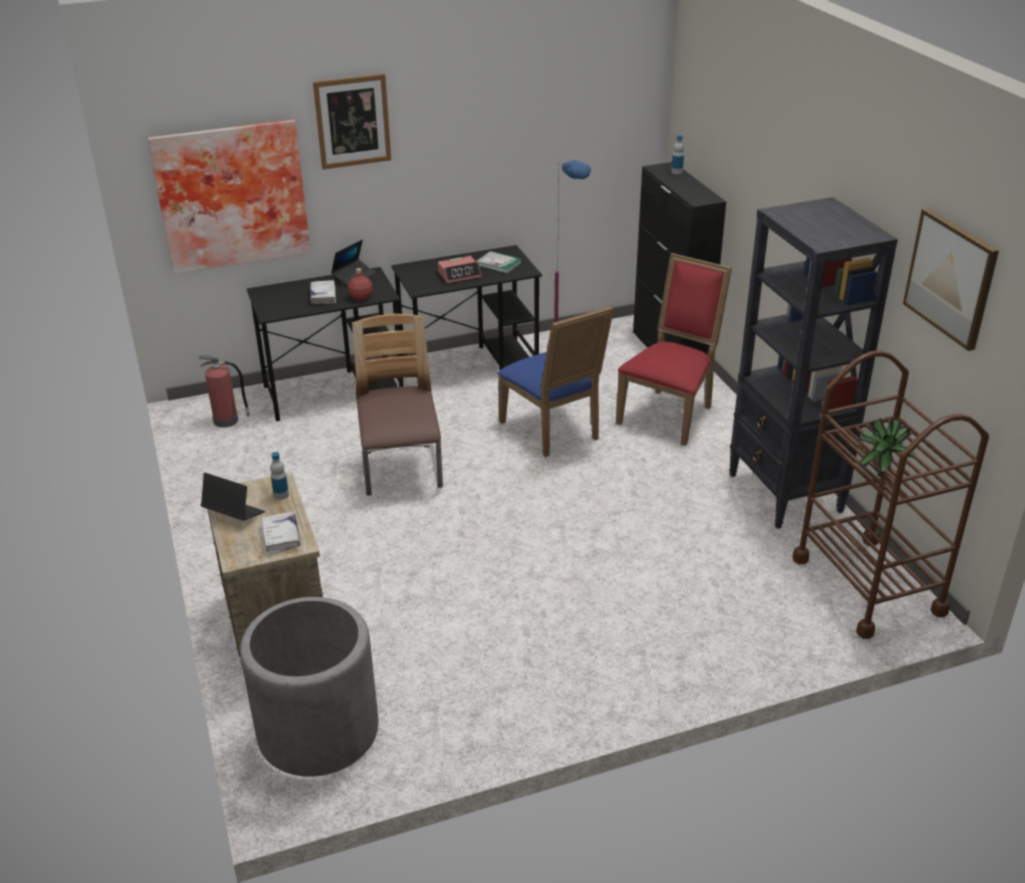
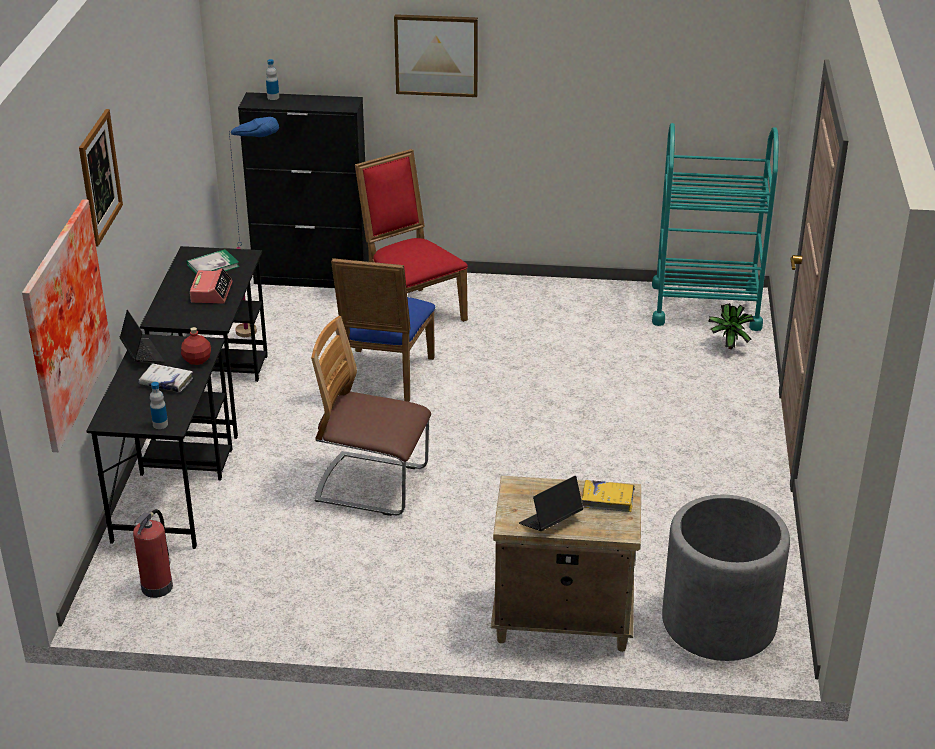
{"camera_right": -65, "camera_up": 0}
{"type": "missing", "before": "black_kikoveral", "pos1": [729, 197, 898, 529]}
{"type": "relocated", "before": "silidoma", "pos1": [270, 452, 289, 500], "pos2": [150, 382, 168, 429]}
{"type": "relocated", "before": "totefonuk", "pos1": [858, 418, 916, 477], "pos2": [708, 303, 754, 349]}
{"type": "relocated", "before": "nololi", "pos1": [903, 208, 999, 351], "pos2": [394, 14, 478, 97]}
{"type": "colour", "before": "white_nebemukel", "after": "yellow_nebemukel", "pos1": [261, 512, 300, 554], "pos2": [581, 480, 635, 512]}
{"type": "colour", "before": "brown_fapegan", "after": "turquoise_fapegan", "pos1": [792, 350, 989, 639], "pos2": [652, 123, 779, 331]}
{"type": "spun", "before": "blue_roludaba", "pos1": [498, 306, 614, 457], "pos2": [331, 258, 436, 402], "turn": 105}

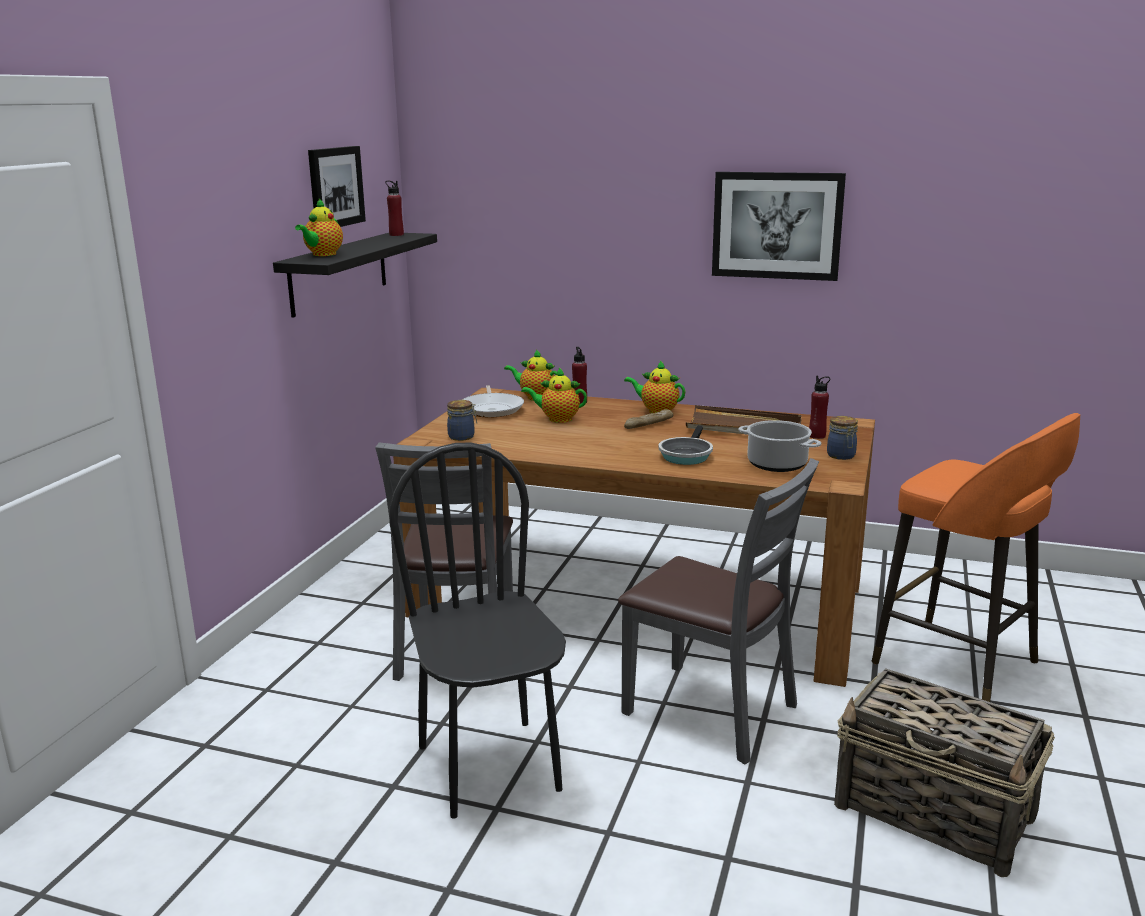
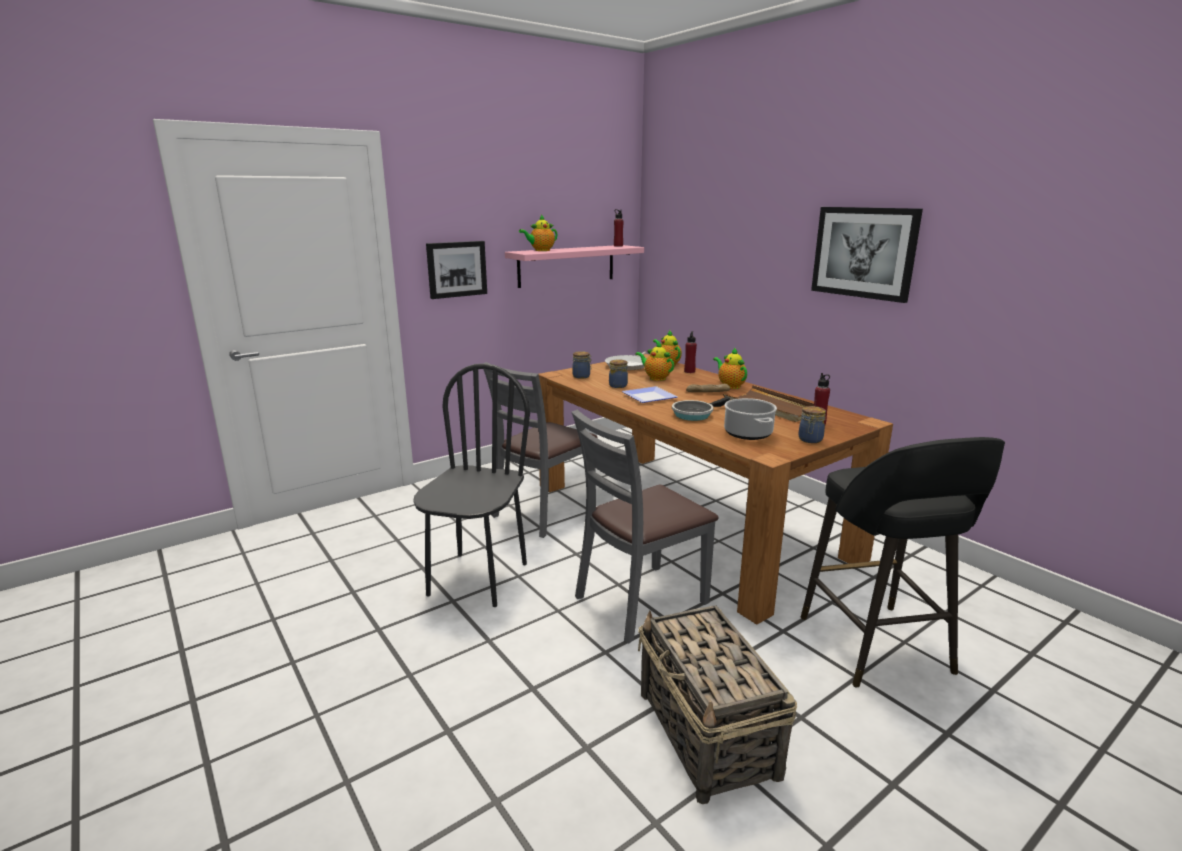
{"camera_right": 35, "camera_up": 0}
{"type": "appeared", "after": "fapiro", "pos2": [609, 359, 628, 388]}
{"type": "appeared", "after": "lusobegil", "pos2": [622, 386, 677, 403]}
{"type": "relocated", "before": "nololi", "pos1": [308, 146, 366, 227], "pos2": [426, 241, 487, 299]}
{"type": "colour", "before": "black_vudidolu", "after": "pink_vudidolu", "pos1": [273, 233, 437, 318], "pos2": [505, 245, 644, 288]}
{"type": "colour", "before": "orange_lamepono", "after": "black_lamepono", "pos1": [872, 413, 1080, 702], "pos2": [801, 437, 1005, 688]}
{"type": "spun", "before": "grey_roludaba", "pos1": [618, 458, 819, 764], "pos2": [571, 409, 718, 643], "turn": 75}

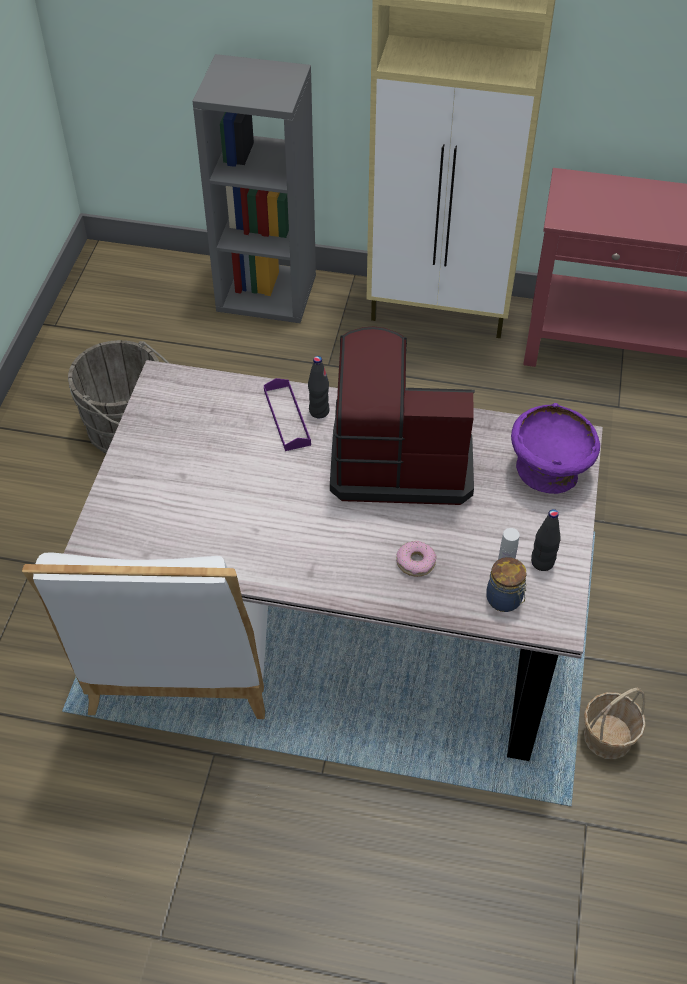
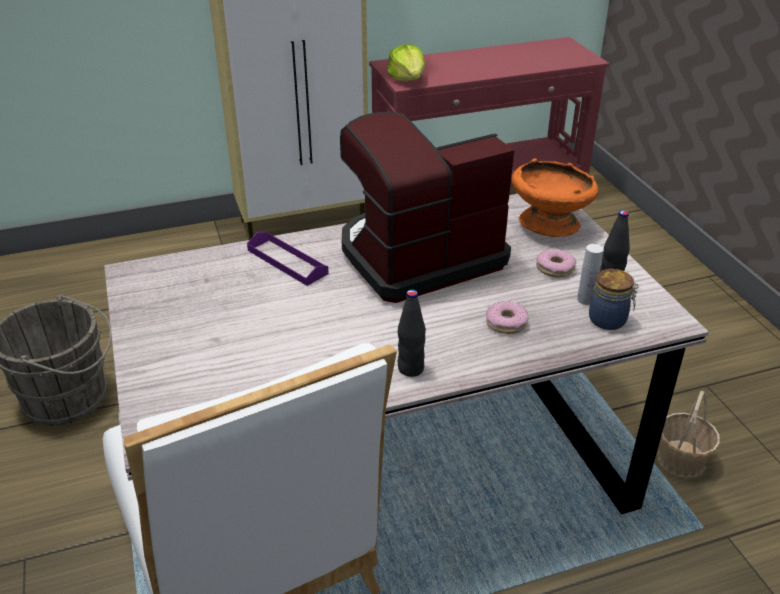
{"camera_right": -30, "camera_up": -15}
{"type": "missing", "before": "grey_kikoveral", "pos1": [193, 54, 316, 323]}
{"type": "appeared", "after": "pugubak", "pos2": [387, 44, 425, 81]}
{"type": "appeared", "after": "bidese", "pos2": [536, 249, 576, 277]}
{"type": "relocated", "before": "black_silidoma", "pos1": [308, 356, 330, 418], "pos2": [398, 290, 426, 377]}
{"type": "colour", "before": "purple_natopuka", "after": "orange_natopuka", "pos1": [511, 403, 600, 494], "pos2": [512, 158, 598, 237]}

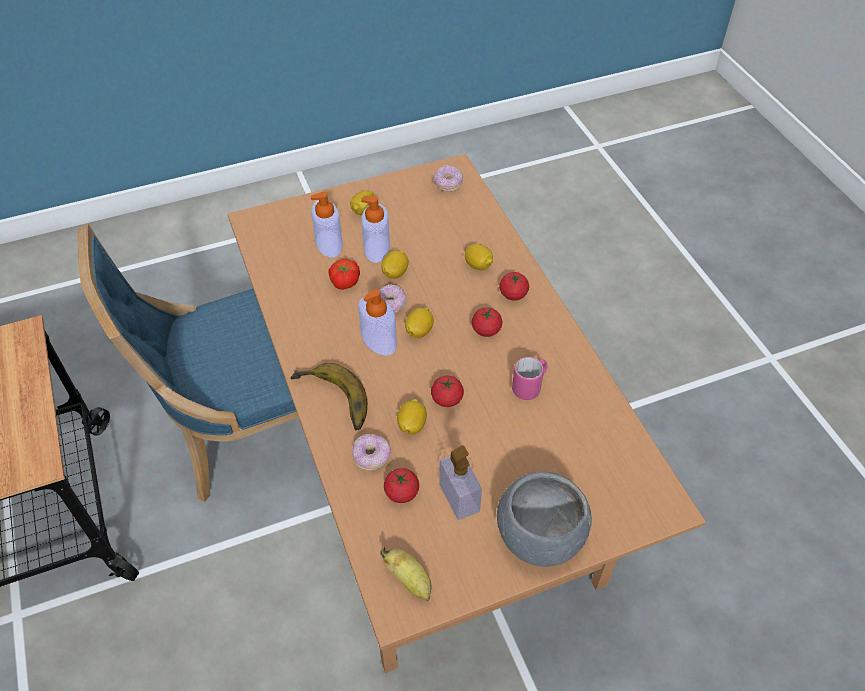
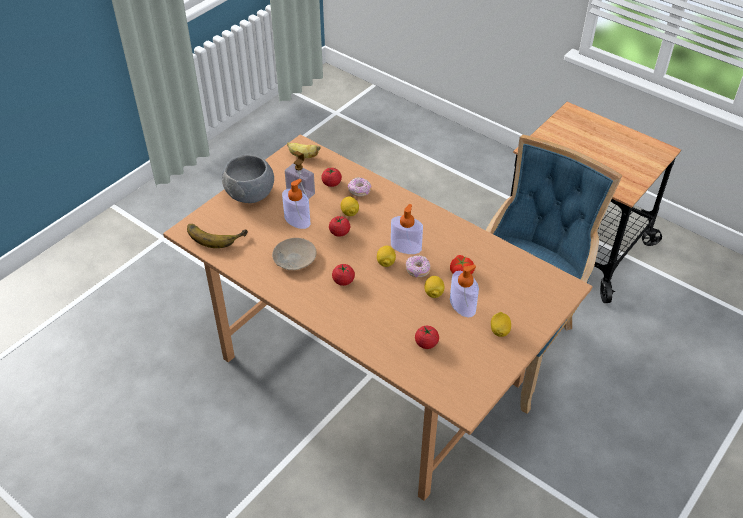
{"camera_right": 150, "camera_up": -5}
{"type": "missing", "before": "bidese", "pos1": [434, 165, 463, 192]}
{"type": "missing", "before": "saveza", "pos1": [465, 244, 493, 270]}
{"type": "relocated", "before": "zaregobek", "pos1": [291, 363, 367, 430], "pos2": [187, 224, 248, 248]}
{"type": "relocated", "before": "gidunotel", "pos1": [311, 192, 343, 257], "pos2": [282, 179, 310, 229]}
{"type": "relocated", "before": "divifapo", "pos1": [499, 272, 529, 300], "pos2": [415, 326, 439, 349]}
{"type": "exchanged", "before": "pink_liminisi", "after": "beige_lusobegil", "pos1": [512, 357, 547, 400], "pos2": [272, 238, 317, 270]}

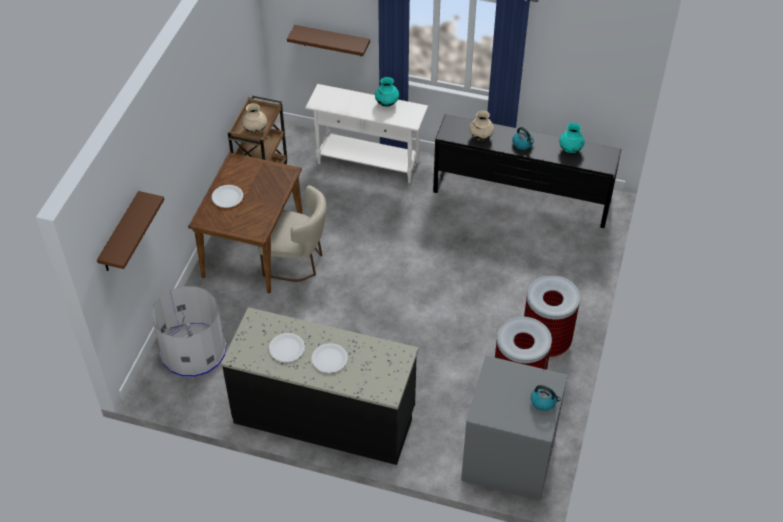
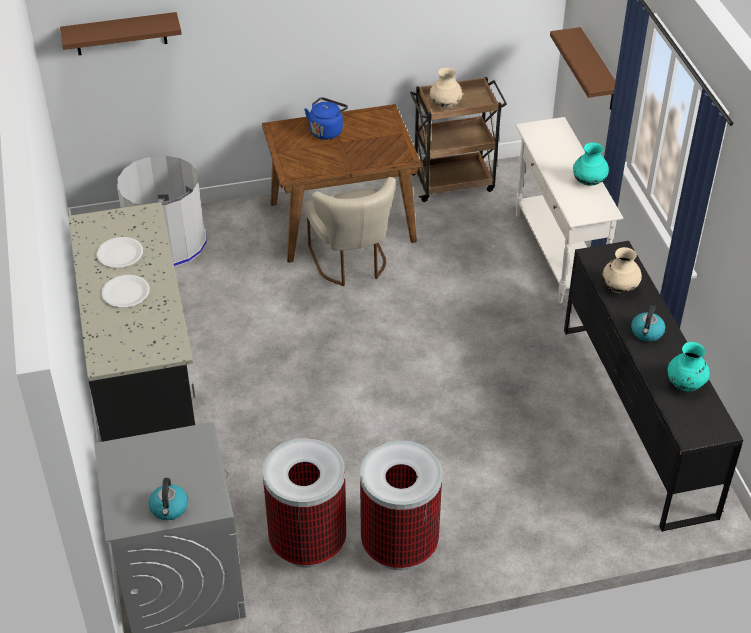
{"camera_right": 60, "camera_up": -5}
{"type": "exchanged", "before": "white_lusobegil", "after": "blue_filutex", "pos1": [212, 185, 243, 208], "pos2": [304, 97, 348, 140]}

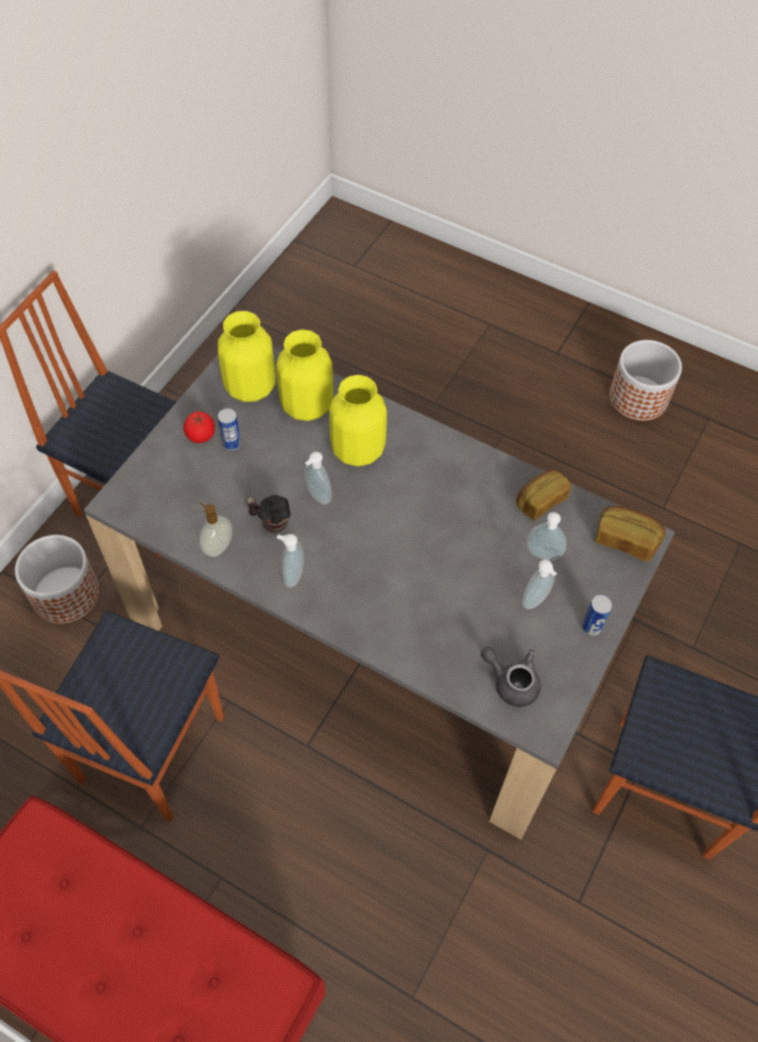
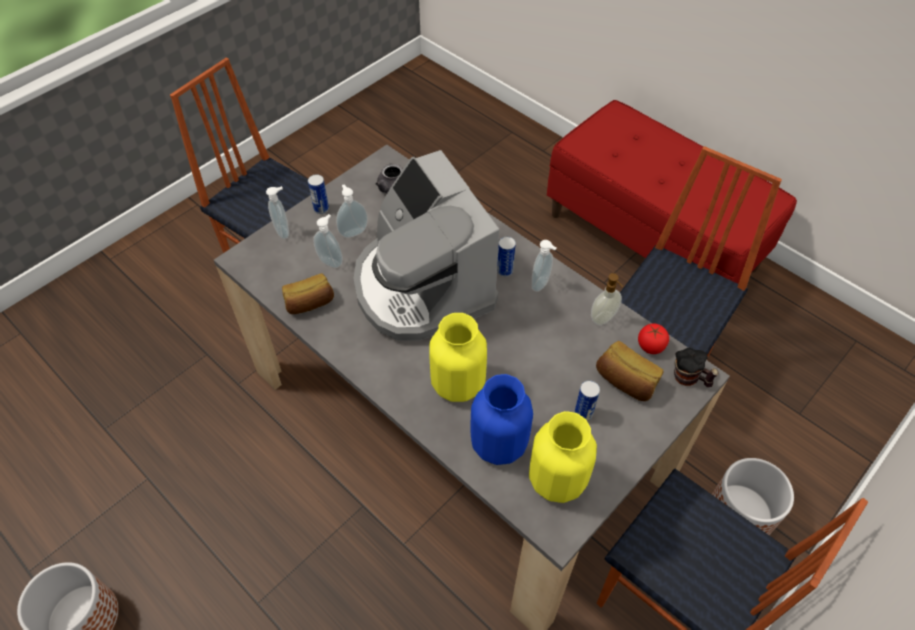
{"camera_right": -165, "camera_up": -5}
{"type": "appeared", "after": "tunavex", "pos2": [353, 150, 499, 341]}
{"type": "appeared", "after": "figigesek", "pos2": [497, 237, 516, 277]}
{"type": "relocated", "before": "divifapo", "pos1": [183, 411, 215, 443], "pos2": [638, 323, 669, 354]}
{"type": "relocated", "before": "liminisi", "pos1": [246, 495, 291, 533], "pos2": [674, 348, 719, 387]}
{"type": "relocated", "before": "gidunotel", "pos1": [304, 452, 332, 505], "pos2": [266, 186, 289, 239]}
{"type": "relocated", "before": "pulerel", "pos1": [596, 506, 665, 562], "pos2": [596, 341, 663, 401]}
{"type": "colour", "before": "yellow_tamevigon", "after": "blue_tamevigon", "pos1": [276, 329, 333, 421], "pos2": [470, 374, 533, 465]}

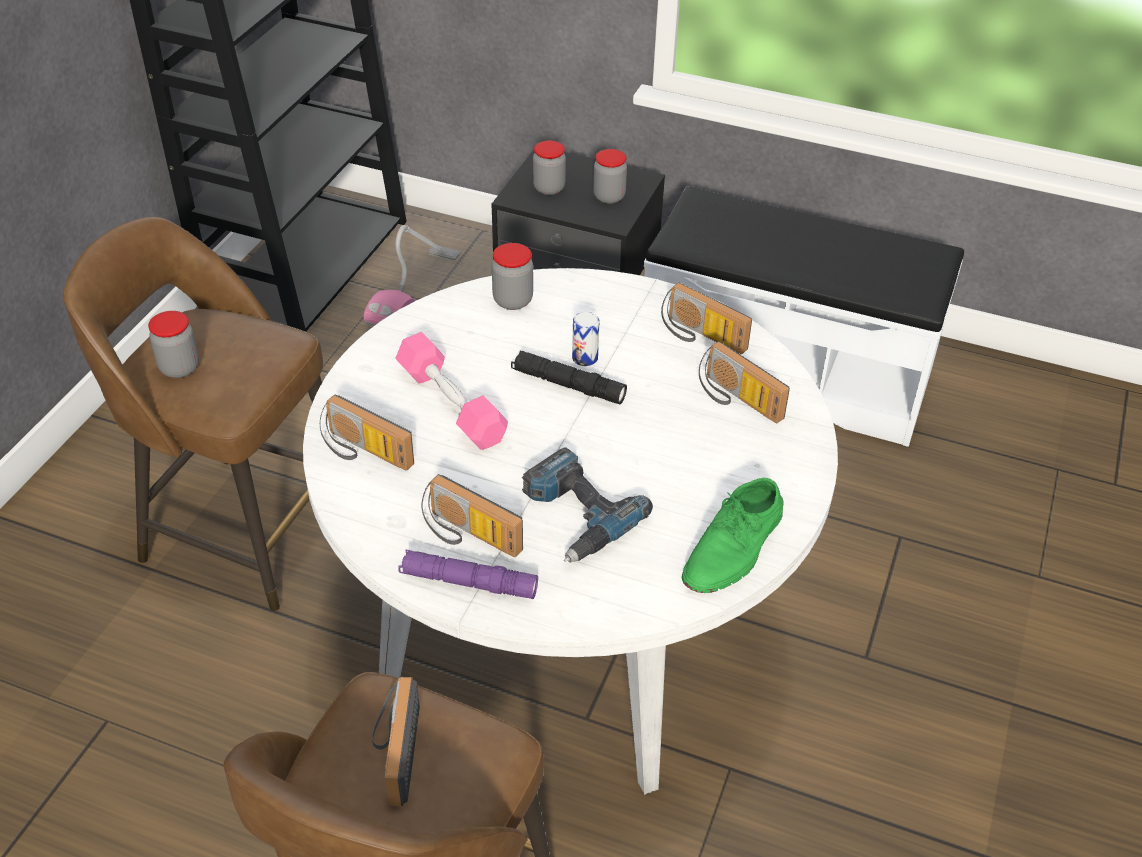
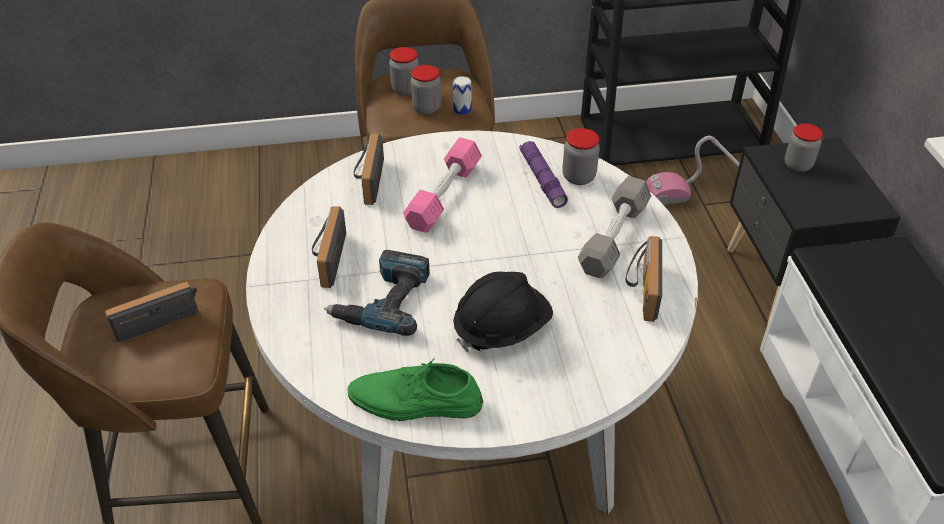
{"camera_right": 60, "camera_up": 0}
{"type": "missing", "before": "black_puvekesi", "pos1": [511, 351, 627, 404]}
{"type": "missing", "before": "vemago", "pos1": [699, 341, 790, 423]}
{"type": "appeared", "after": "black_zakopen", "pos2": [453, 271, 553, 352]}
{"type": "appeared", "after": "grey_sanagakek", "pos2": [578, 176, 651, 278]}
{"type": "relocated", "before": "purple_puvekesi", "pos1": [398, 550, 538, 599], "pos2": [519, 141, 568, 208]}
{"type": "relocated", "before": "figigesek", "pos1": [572, 312, 600, 366], "pos2": [453, 76, 471, 115]}
{"type": "relocated", "before": "fapiro", "pos1": [593, 149, 627, 204], "pos2": [411, 65, 441, 115]}

